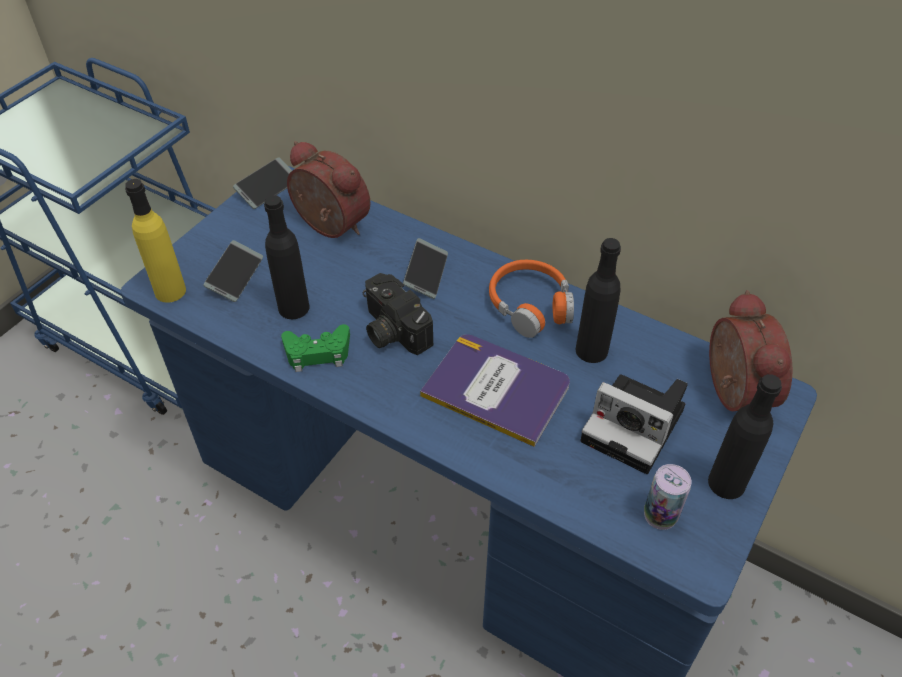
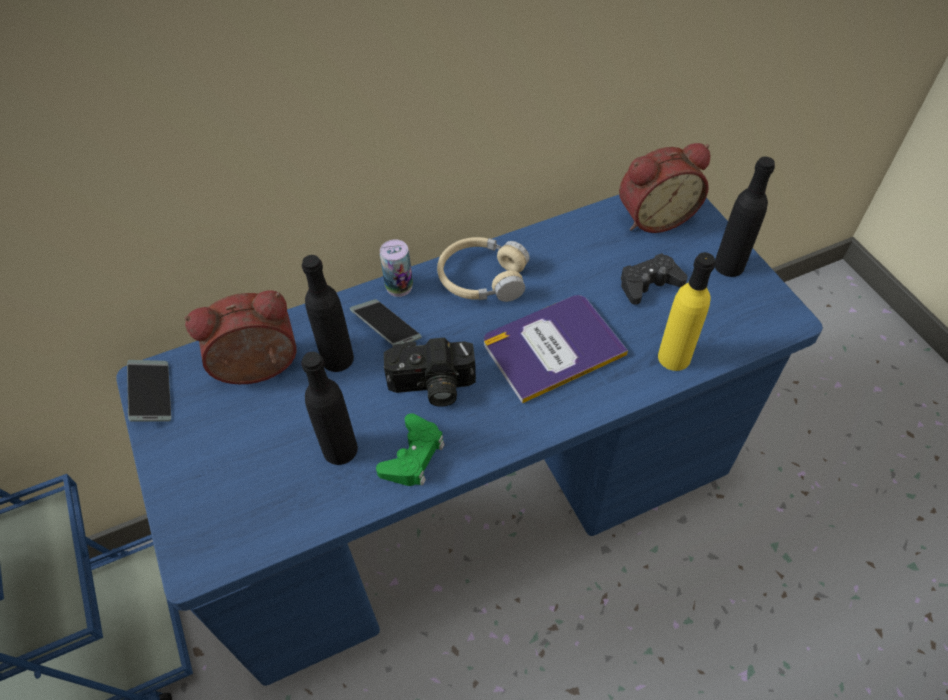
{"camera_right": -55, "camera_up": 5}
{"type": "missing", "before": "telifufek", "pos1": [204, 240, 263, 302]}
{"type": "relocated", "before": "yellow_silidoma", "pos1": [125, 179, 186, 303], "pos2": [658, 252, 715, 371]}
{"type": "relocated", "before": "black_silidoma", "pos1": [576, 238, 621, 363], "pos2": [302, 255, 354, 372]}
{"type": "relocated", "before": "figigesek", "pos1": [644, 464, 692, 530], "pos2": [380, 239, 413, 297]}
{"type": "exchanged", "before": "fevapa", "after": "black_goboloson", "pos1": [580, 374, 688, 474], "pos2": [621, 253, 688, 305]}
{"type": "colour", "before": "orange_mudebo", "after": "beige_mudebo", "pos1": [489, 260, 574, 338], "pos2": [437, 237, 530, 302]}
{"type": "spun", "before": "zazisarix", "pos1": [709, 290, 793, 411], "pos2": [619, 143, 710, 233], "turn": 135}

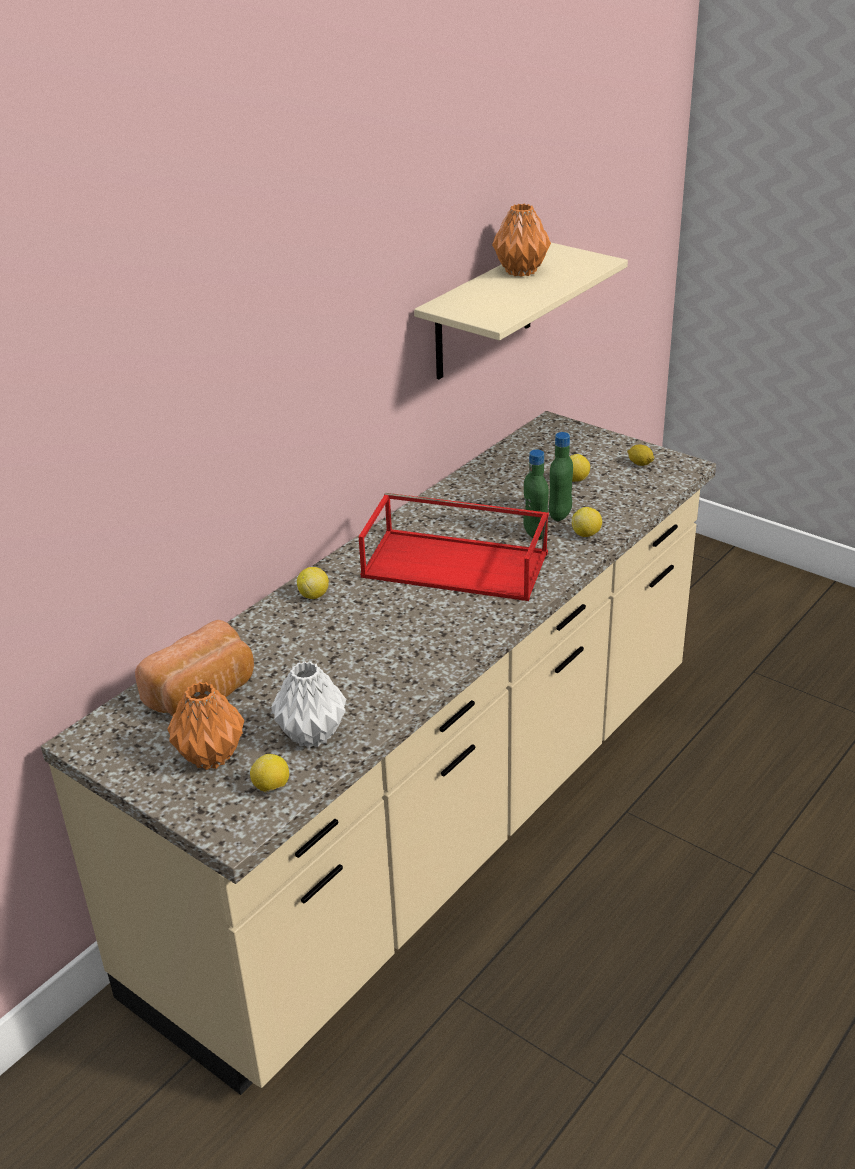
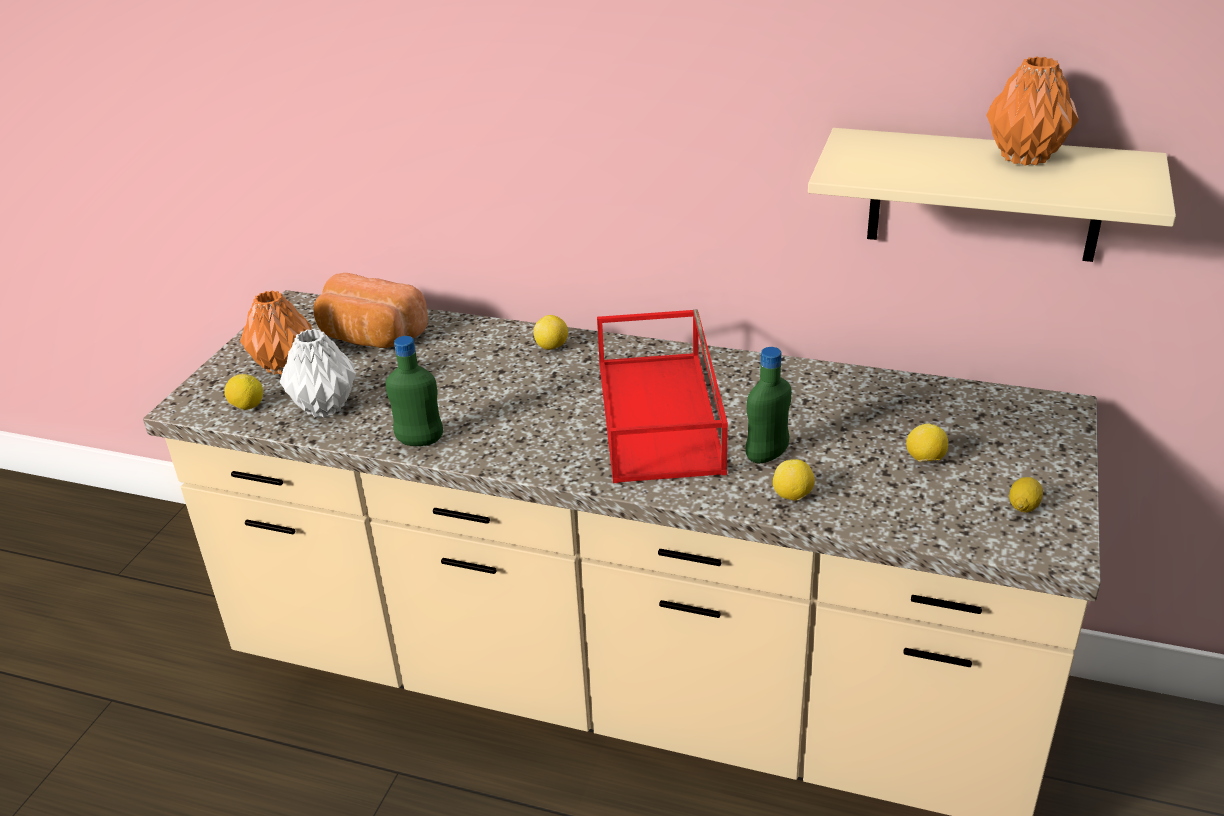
{"camera_right": 70, "camera_up": 0}
{"type": "relocated", "before": "green_silidoma", "pos1": [549, 432, 573, 521], "pos2": [385, 336, 443, 446]}

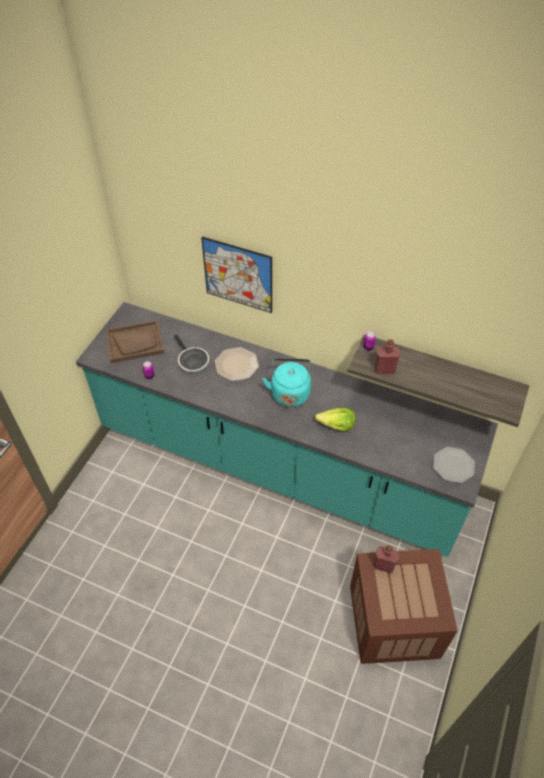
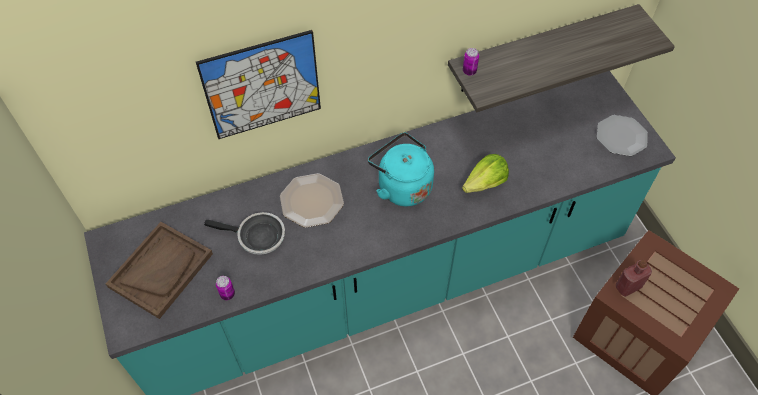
{"camera_right": -45, "camera_up": 5}
{"type": "missing", "before": "red_silidoma", "pos1": [375, 339, 401, 374]}

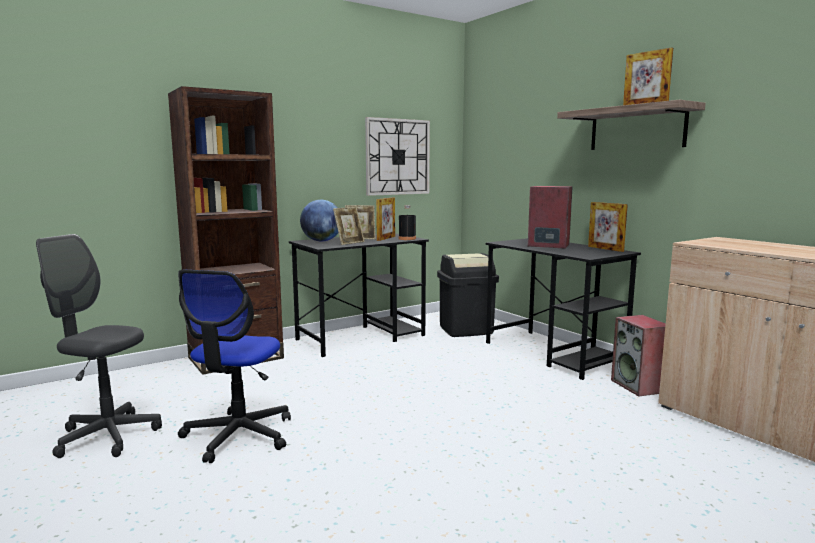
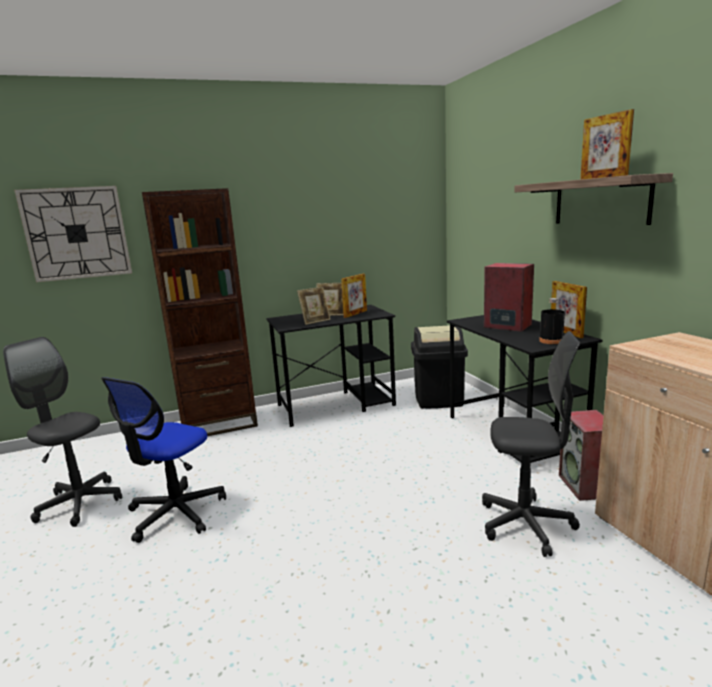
{"camera_right": 15, "camera_up": 5}
{"type": "missing", "before": "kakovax", "pos1": [300, 200, 338, 241]}
{"type": "appeared", "after": "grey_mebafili", "pos2": [482, 331, 580, 557]}
{"type": "relocated", "before": "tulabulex", "pos1": [365, 117, 430, 196], "pos2": [14, 186, 132, 282]}
{"type": "relocated", "before": "black_silidoma", "pos1": [399, 205, 416, 240], "pos2": [539, 298, 565, 344]}

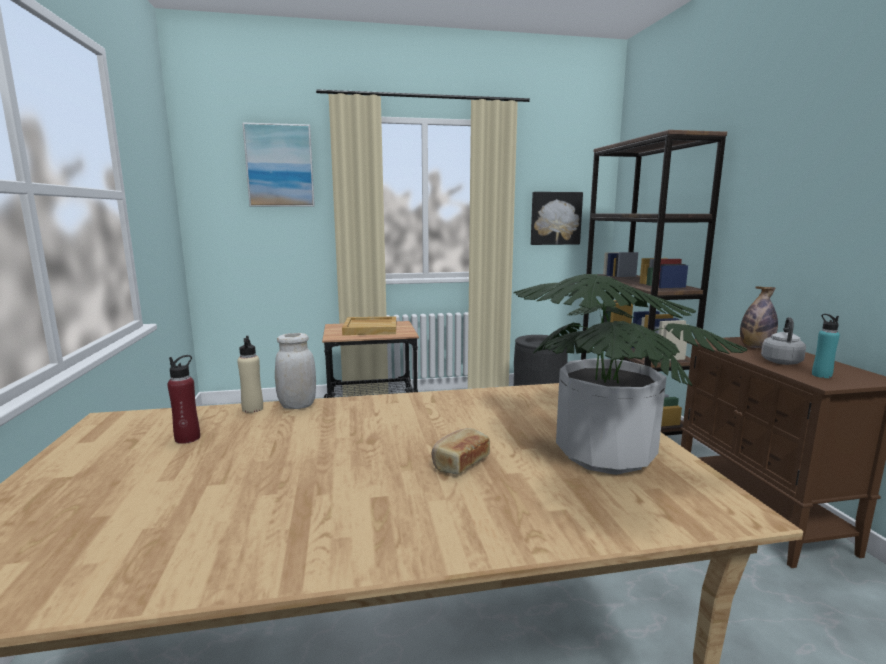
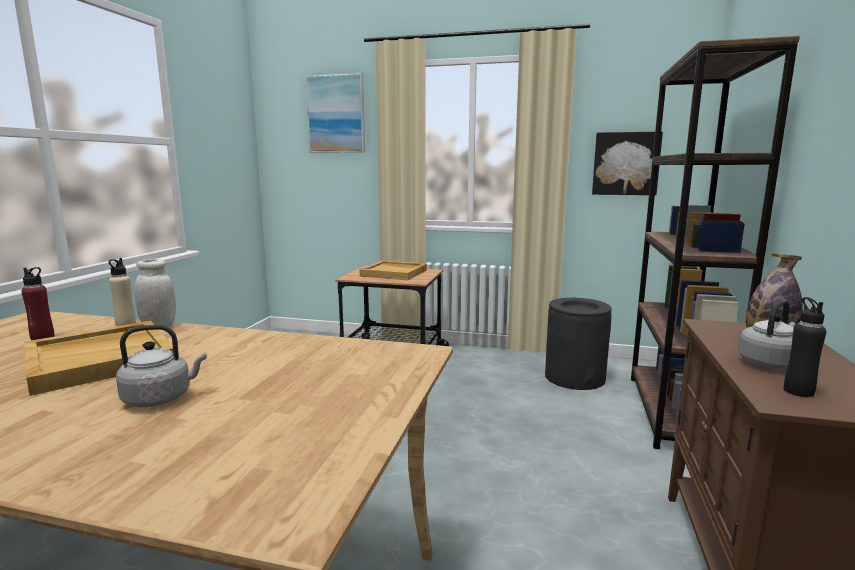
{"camera_right": 25, "camera_up": 0}
{"type": "missing", "before": "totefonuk", "pos1": [513, 274, 748, 475]}
{"type": "appeared", "after": "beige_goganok", "pos2": [24, 321, 173, 396]}
{"type": "exchanged", "before": "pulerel", "after": "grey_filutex", "pos1": [432, 428, 490, 474], "pos2": [116, 324, 207, 407]}
{"type": "colour", "before": "turquoise_silidoma", "after": "black_silidoma", "pos1": [812, 314, 840, 378], "pos2": [784, 297, 826, 397]}

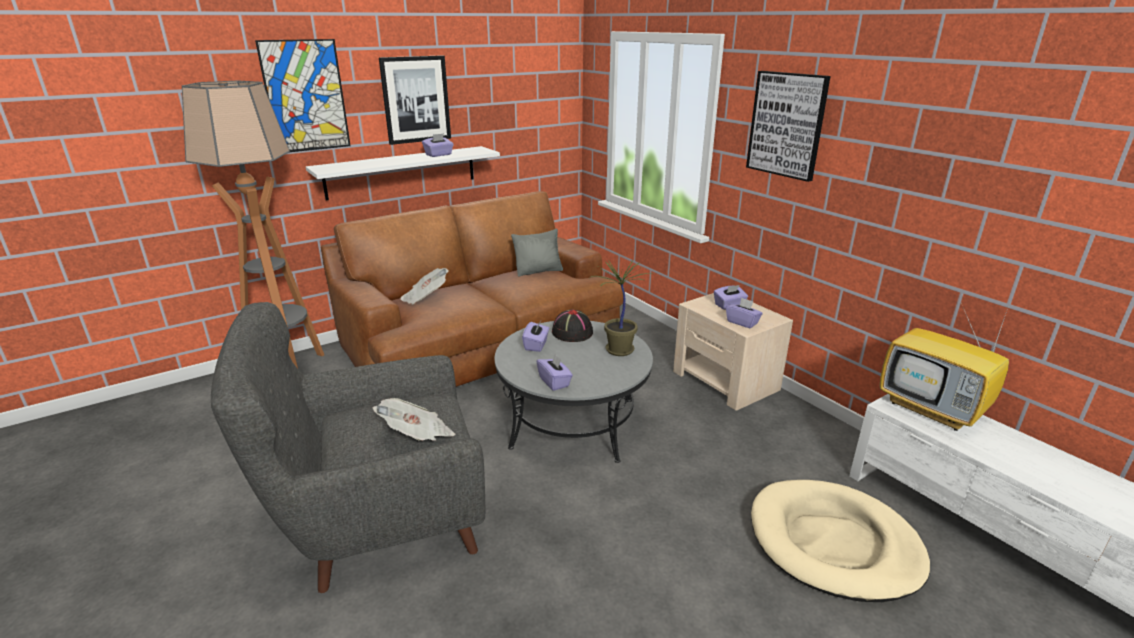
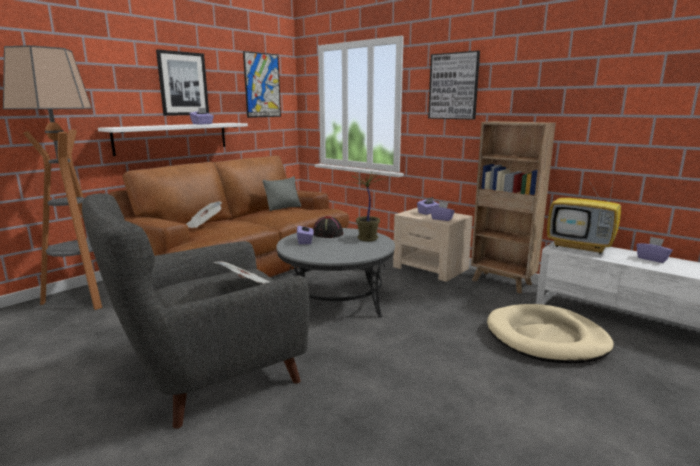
{"camera_right": -15, "camera_up": -10}
{"type": "appeared", "after": "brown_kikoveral", "pos2": [471, 121, 556, 293]}
{"type": "relocated", "before": "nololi", "pos1": [255, 39, 351, 152], "pos2": [243, 51, 281, 118]}
{"type": "relocated", "before": "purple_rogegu", "pos1": [537, 354, 573, 391], "pos2": [636, 237, 673, 263]}

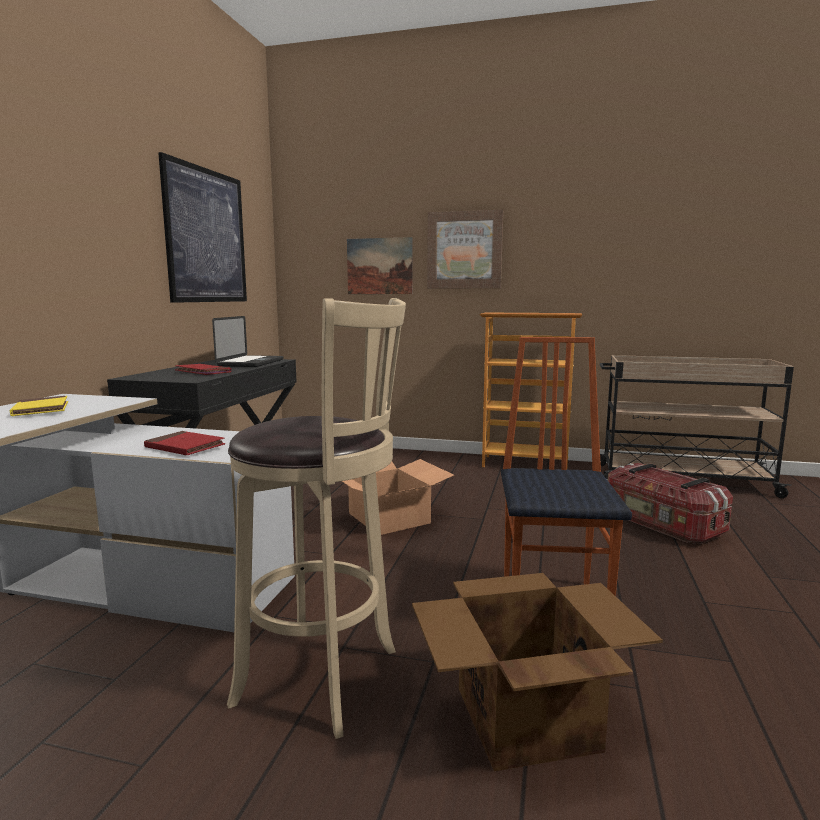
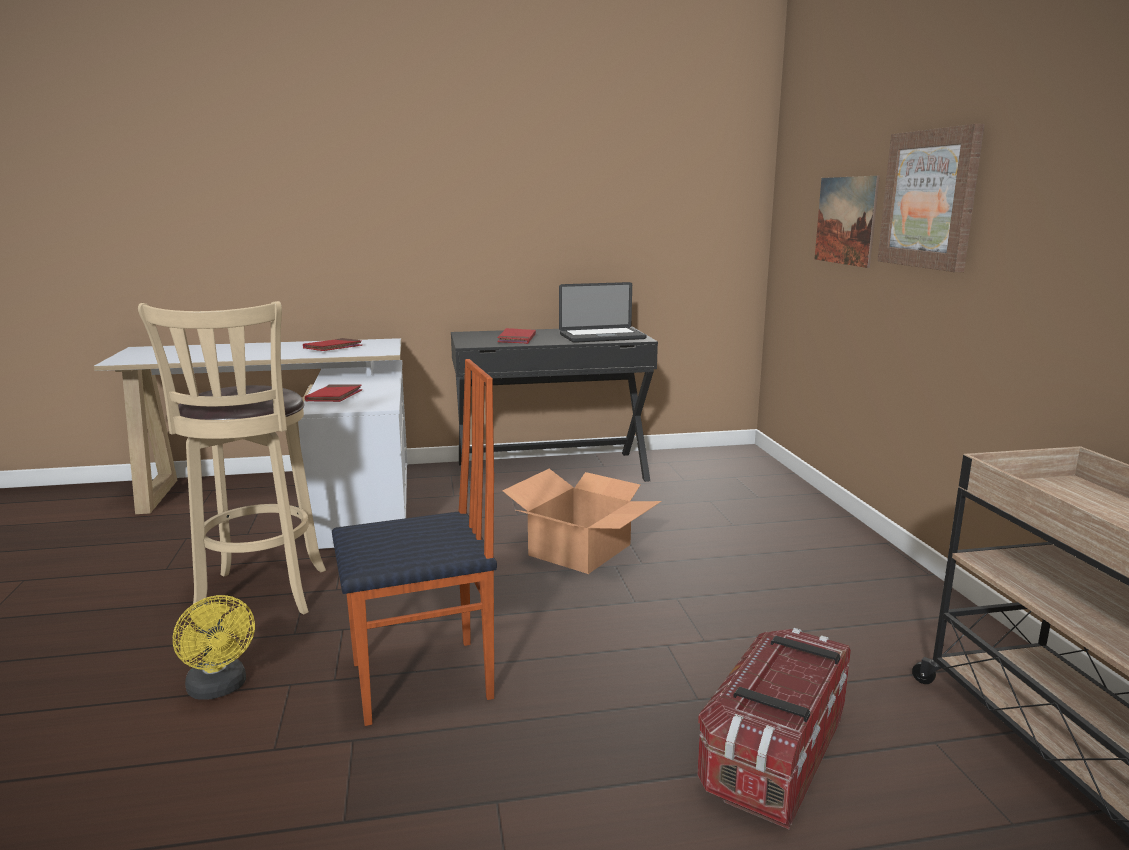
{"camera_right": 65, "camera_up": 5}
{"type": "missing", "before": "nololi", "pos1": [158, 152, 247, 303]}
{"type": "missing", "before": "kikoveral", "pos1": [480, 312, 582, 467]}
{"type": "exchanged", "before": "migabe", "after": "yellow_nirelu", "pos1": [412, 573, 663, 771], "pos2": [173, 595, 255, 700]}
{"type": "colour", "before": "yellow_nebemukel", "after": "red_nebemukel", "pos1": [10, 396, 68, 416], "pos2": [303, 338, 362, 351]}

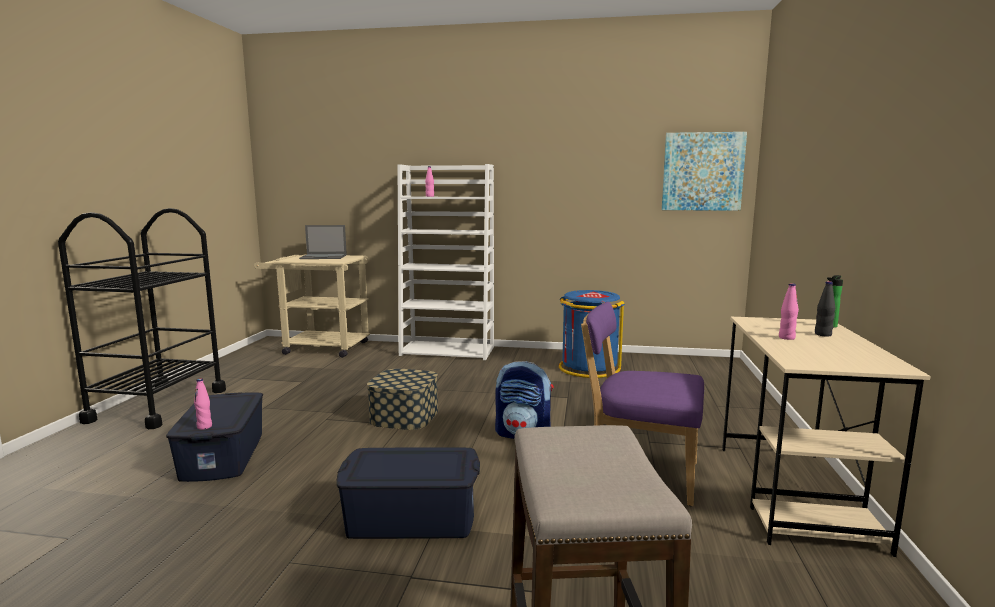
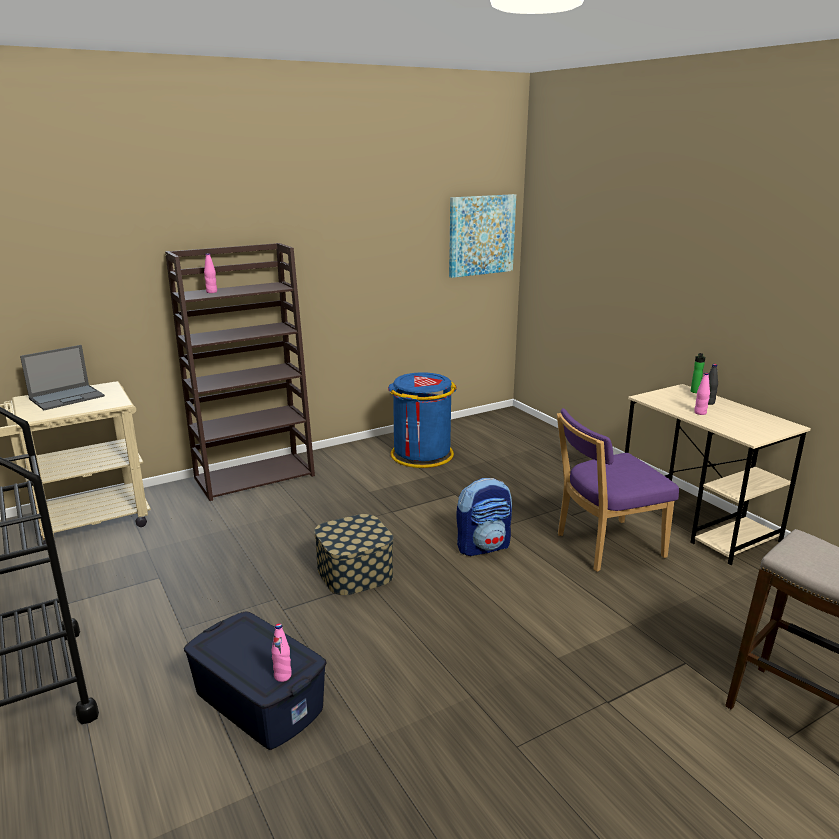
{"camera_right": -40, "camera_up": 10}
{"type": "missing", "before": "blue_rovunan", "pos1": [336, 447, 480, 539]}
{"type": "colour", "before": "white_kikoveral", "after": "brown_kikoveral", "pos1": [398, 164, 494, 360], "pos2": [165, 243, 315, 501]}

